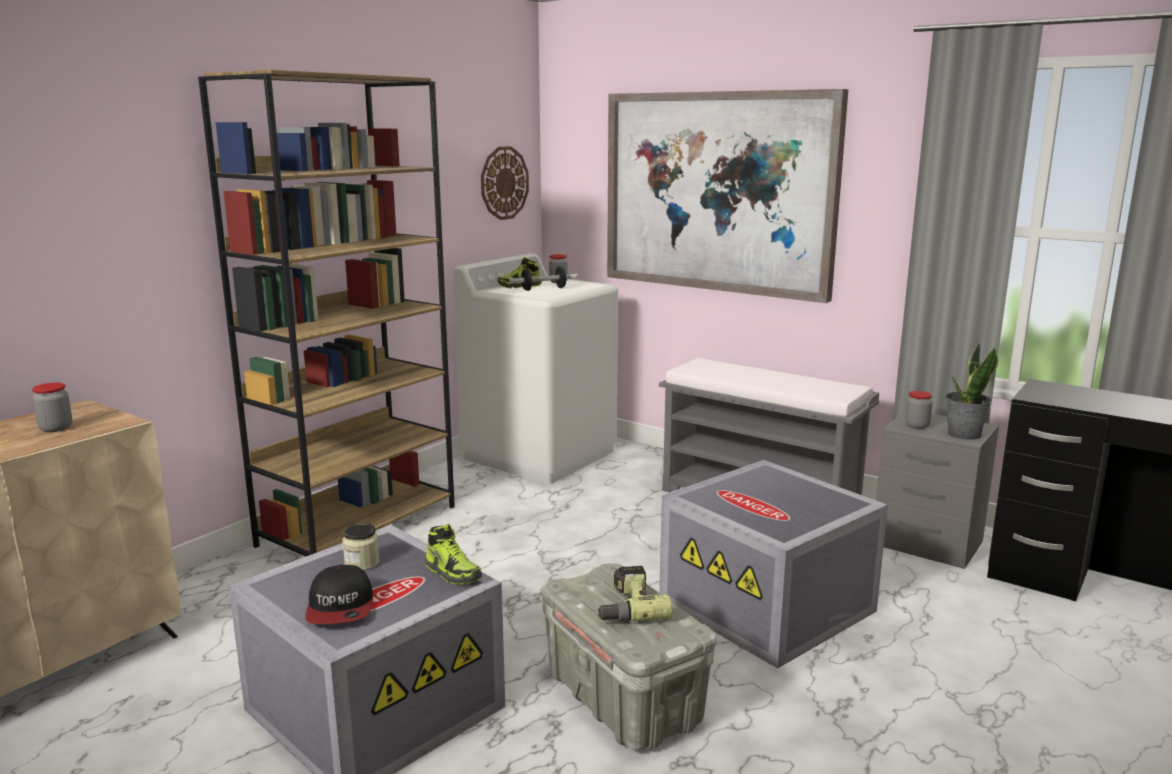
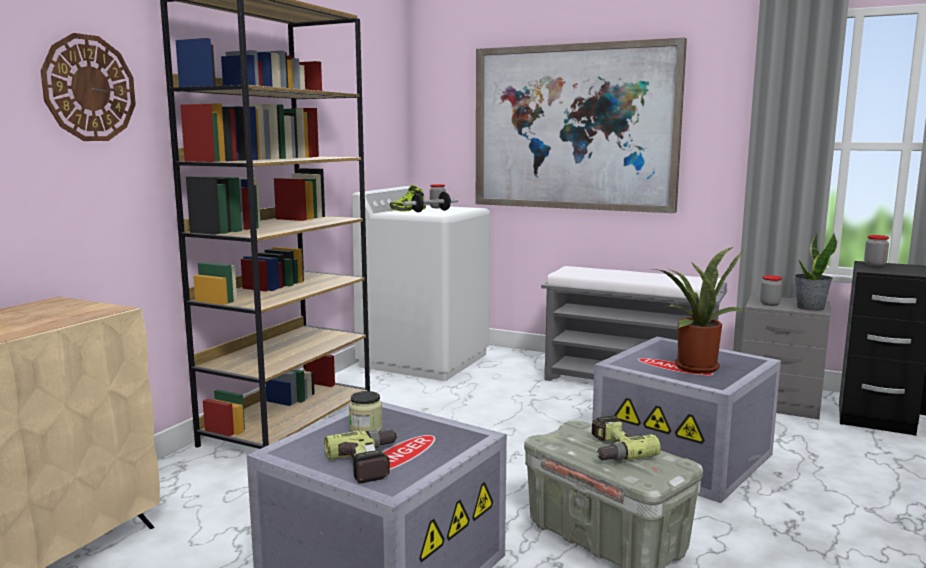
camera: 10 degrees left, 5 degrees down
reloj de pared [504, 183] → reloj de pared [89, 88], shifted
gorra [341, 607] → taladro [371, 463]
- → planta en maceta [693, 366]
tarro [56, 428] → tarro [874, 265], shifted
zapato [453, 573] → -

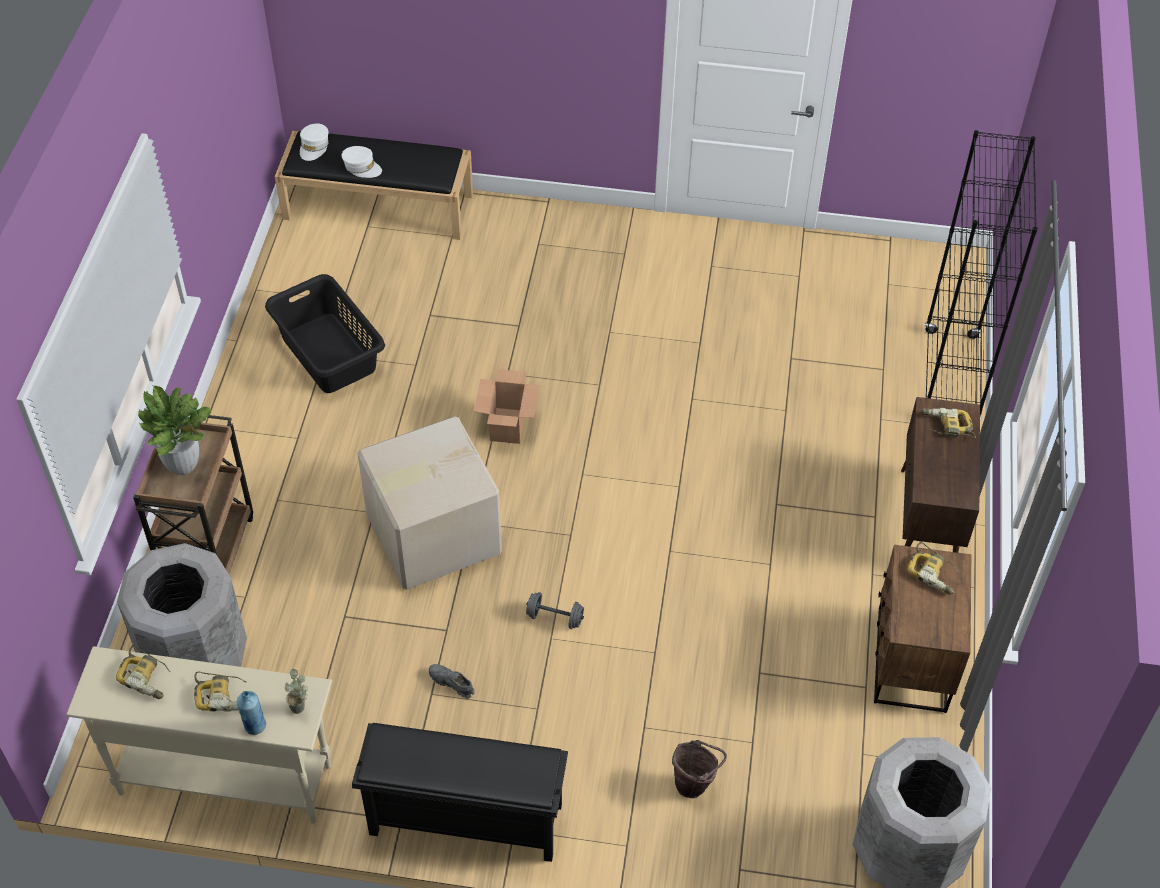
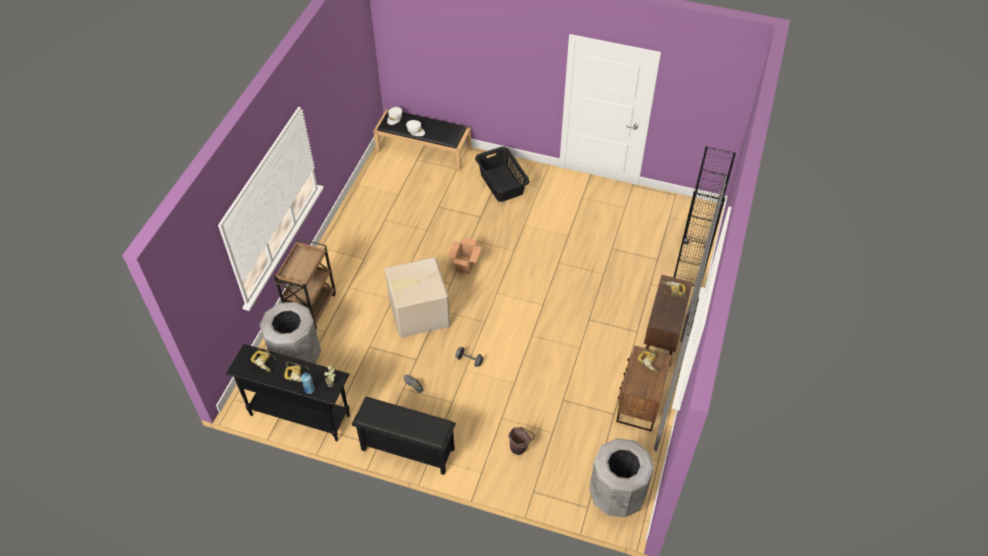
camera: 10 degrees right, 0 degrees up
mesa consola (beis) [224, 778] → mesa consola (negro) [299, 415]
cesto de la ropa (negro) [329, 352] → cesto de la ropa (negro) [502, 183], shifted
planta en maceta [183, 465] → -

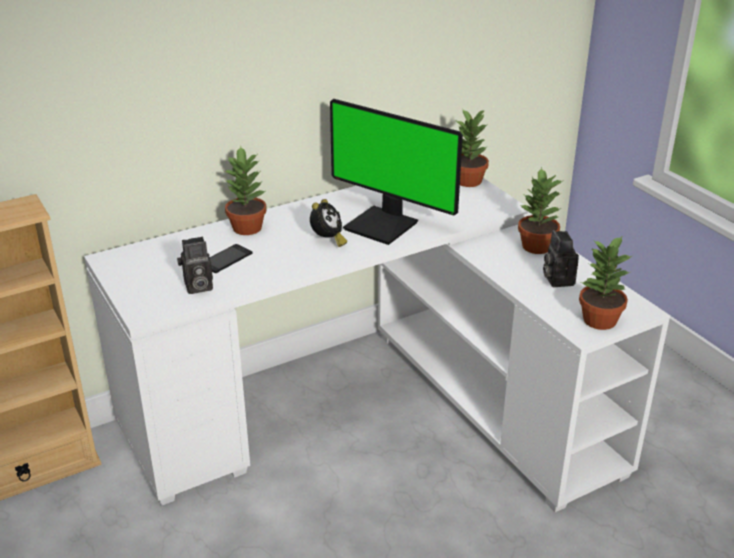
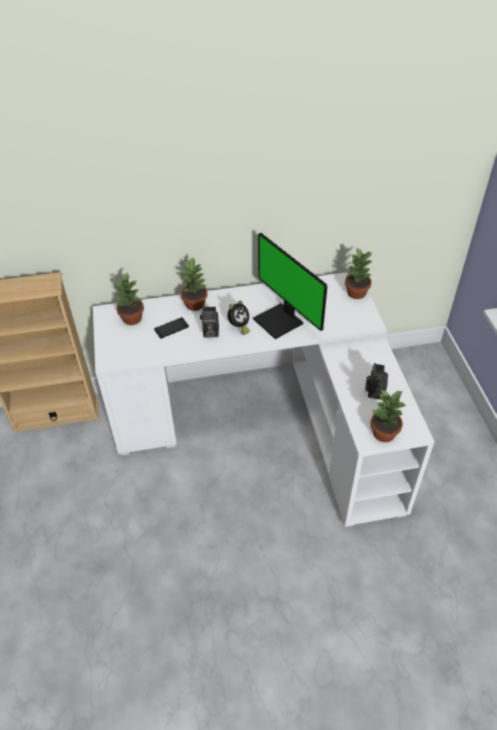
camera: 20 degrees right, 15 degrees up
planta en maceta [536, 247] → planta en maceta [131, 319], shifted
cámara [197, 287] → cámara [210, 333], shifted

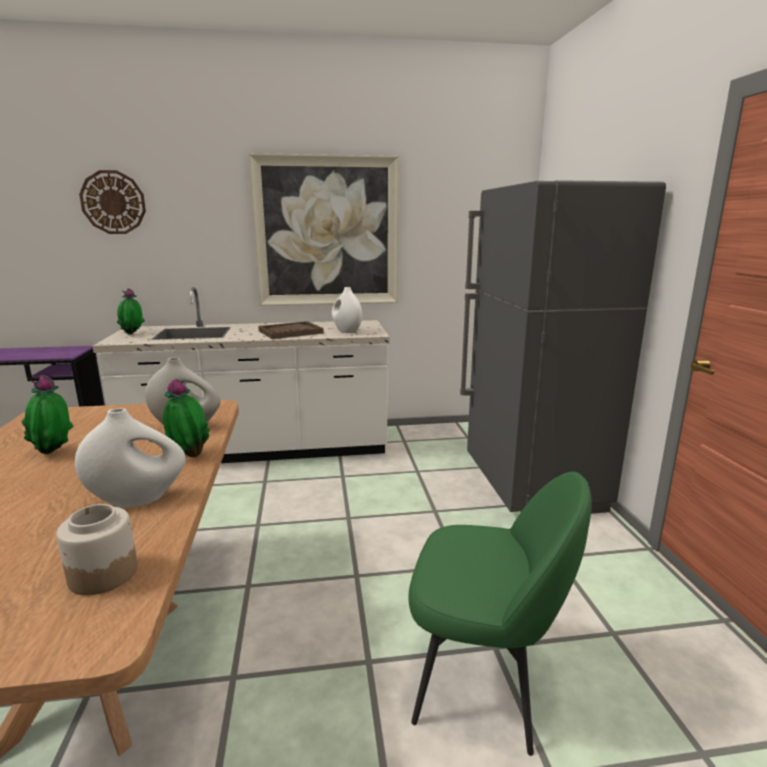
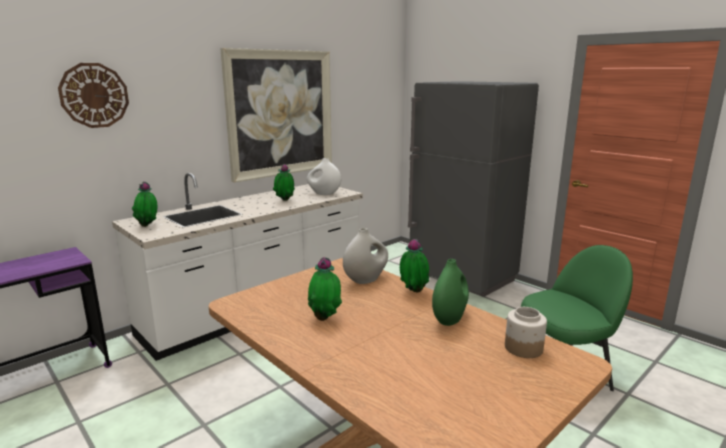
camera: 35 degrees left, 0 degrees up
bandeja (marrón) [290, 332] → planta en maceta [284, 201]
florero (blanco) [138, 499] → florero (verde) [449, 319]

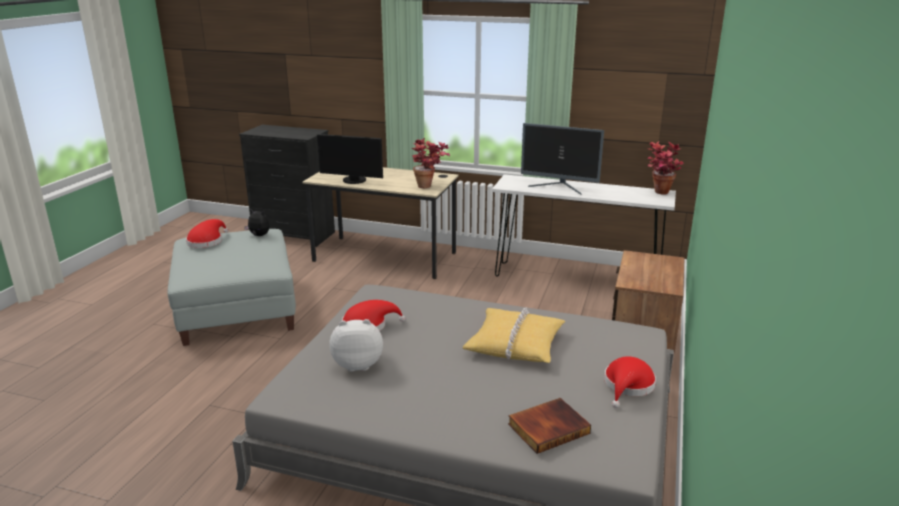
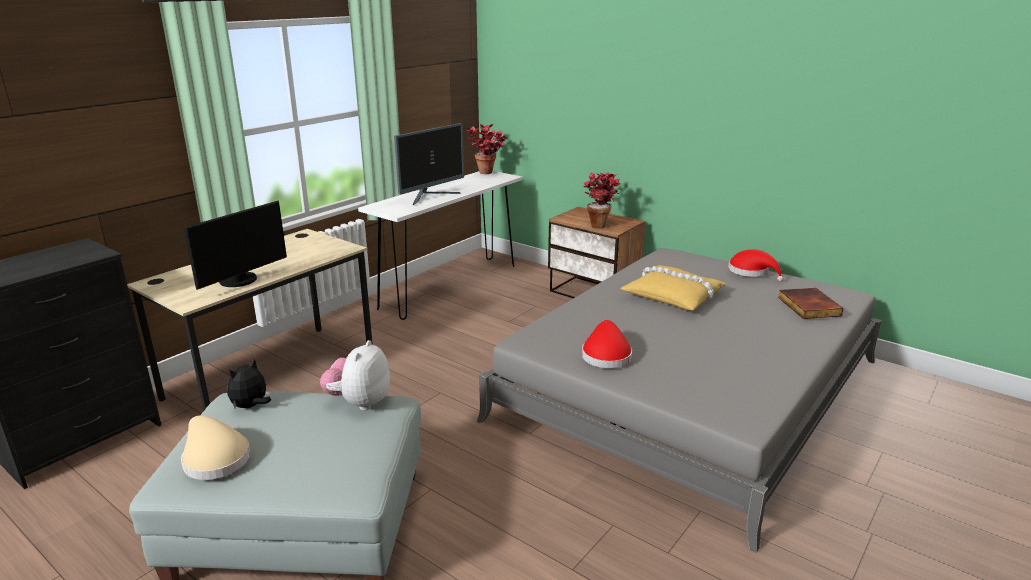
camera: 70 degrees left, 0 degrees up
sombrero (rojo) [207, 241] → sombrero (beis) [214, 458]
peluche [358, 364] → peluche [359, 402], shifted
planta en maceta [429, 187] → planta en maceta [600, 224], shifted

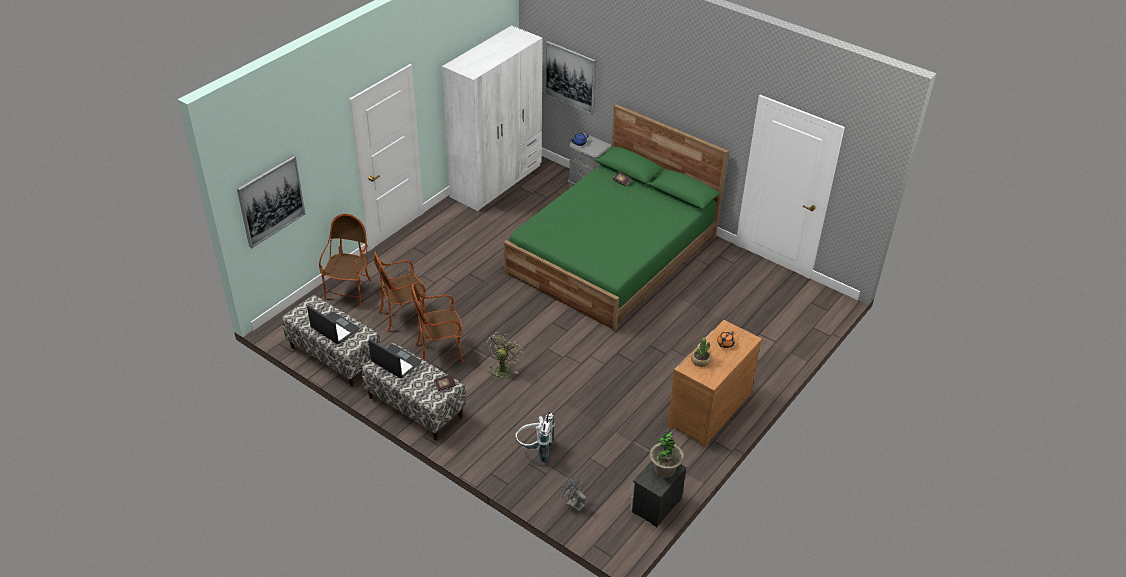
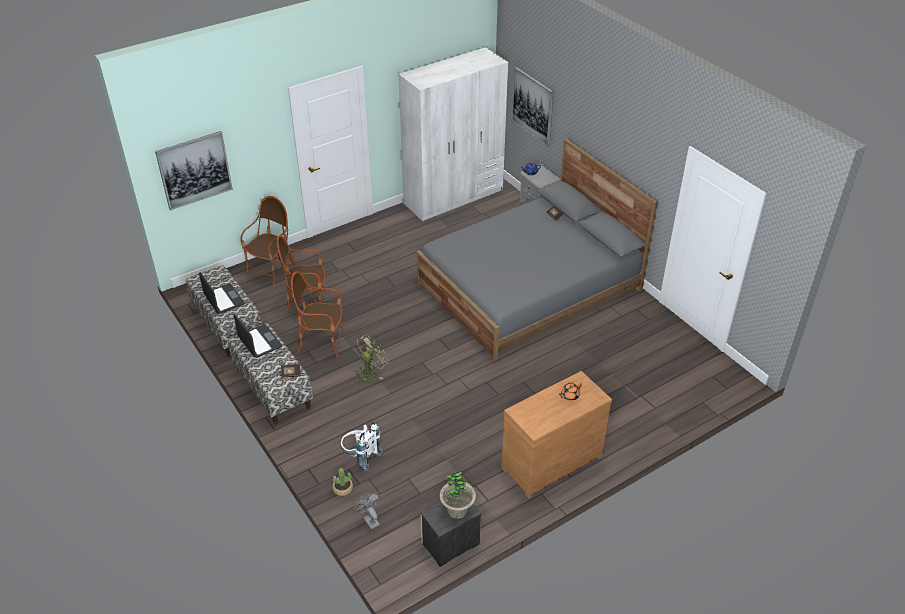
camera: 20 degrees right, 0 degrees up
planta en maceta [700, 360] → planta en maceta [343, 489], shifted
cama (verde) [613, 255] → cama (gris) [530, 287]

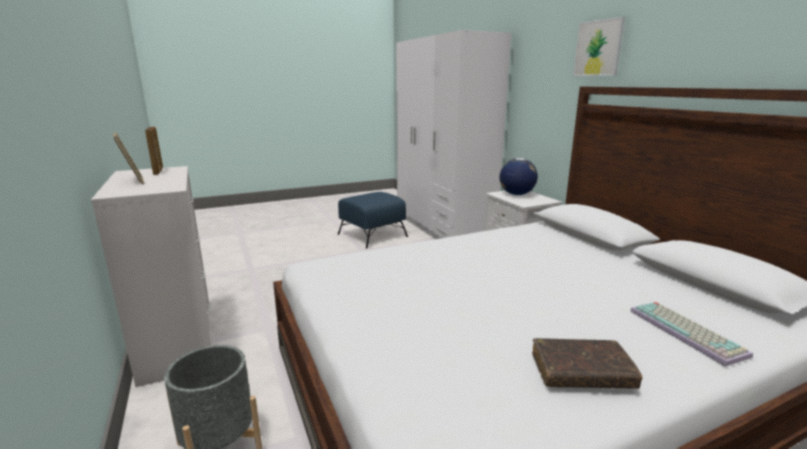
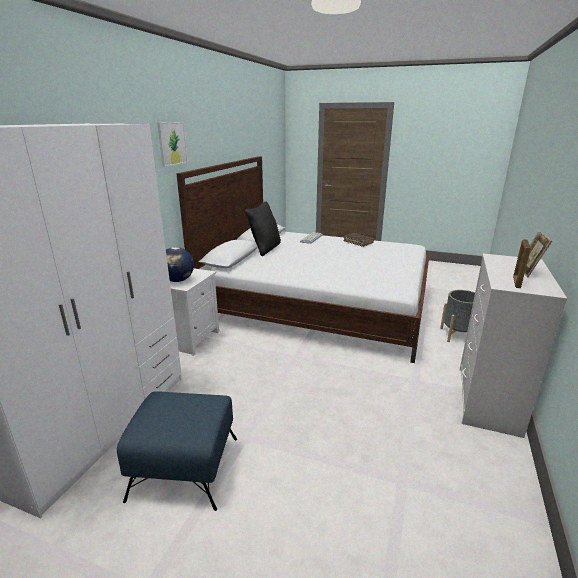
camera: 135 degrees left, 5 degrees up
- → cojín (negro) [264, 249]

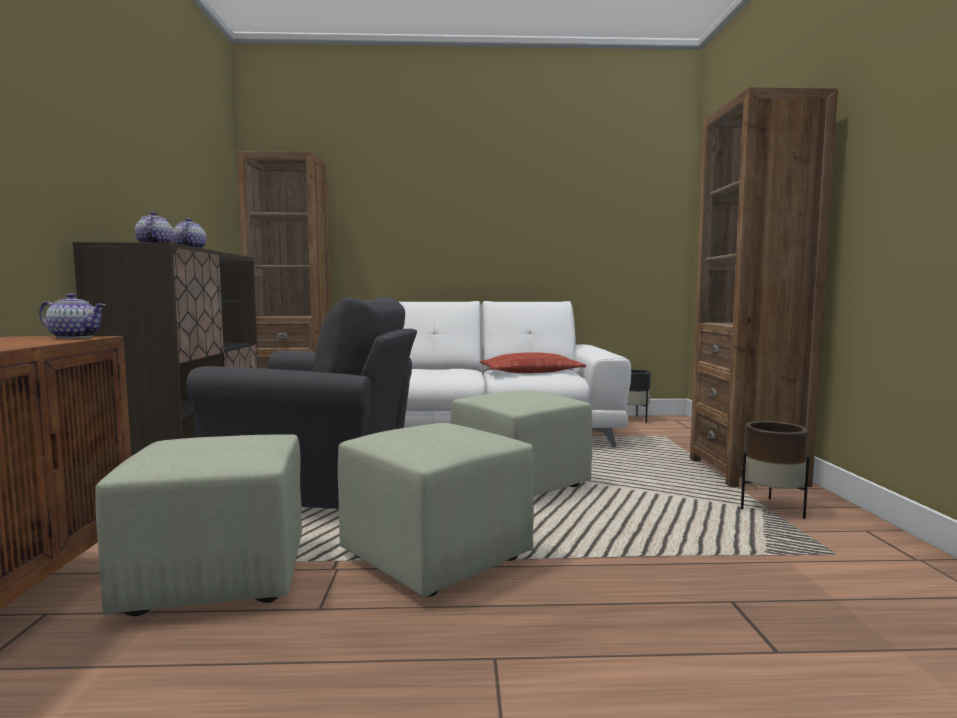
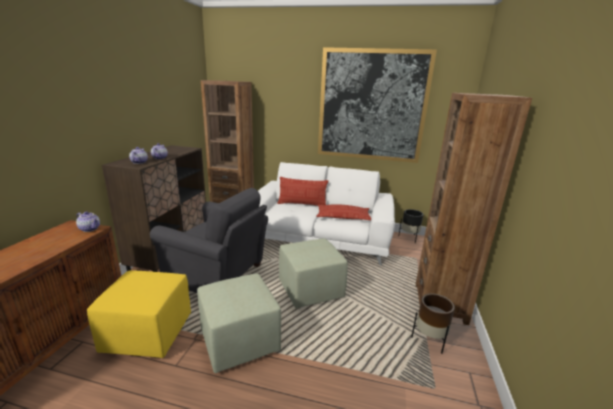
camera: 15 degrees right, 15 degrees up
puf (verde) [214, 578] → puf (amarillo) [147, 334]
- → cojín [302, 204]
- → cuadro [372, 106]

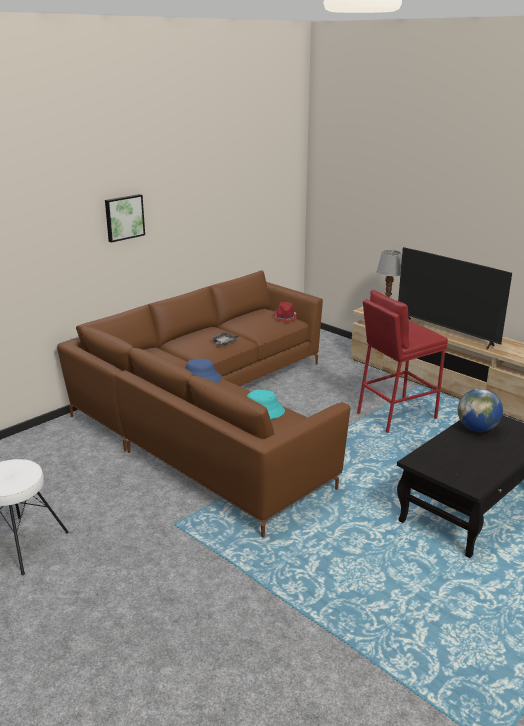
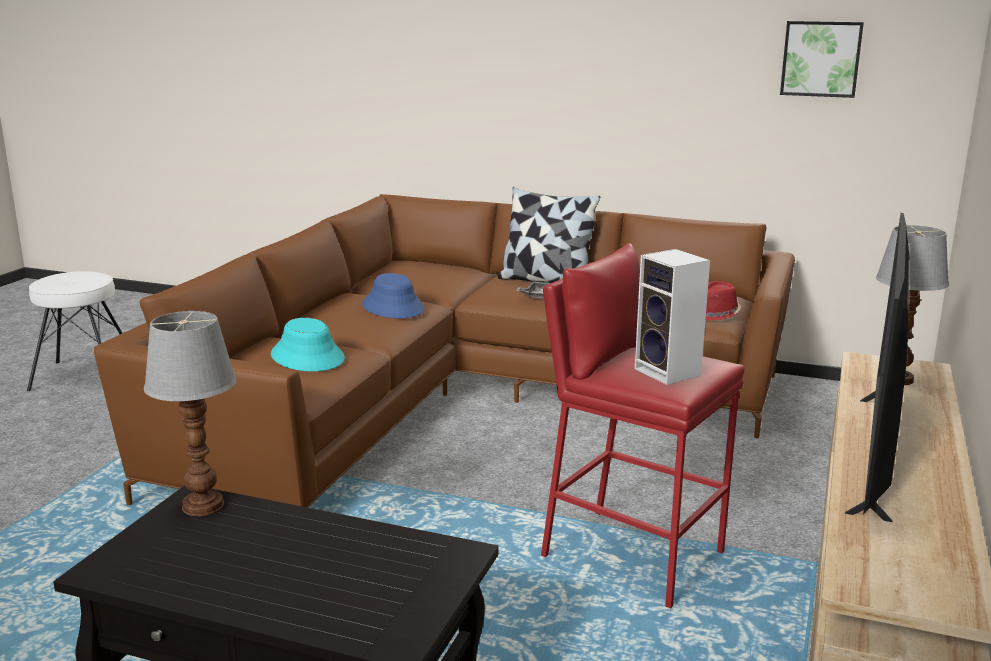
camera: 65 degrees right, 5 degrees down
- → lámpara de mesa [204, 505]
- → cojín [546, 281]
- → altavoz [670, 372]
cuadro [124, 217] → cuadro [821, 58], shifted
globo terráqueo [477, 429] → -

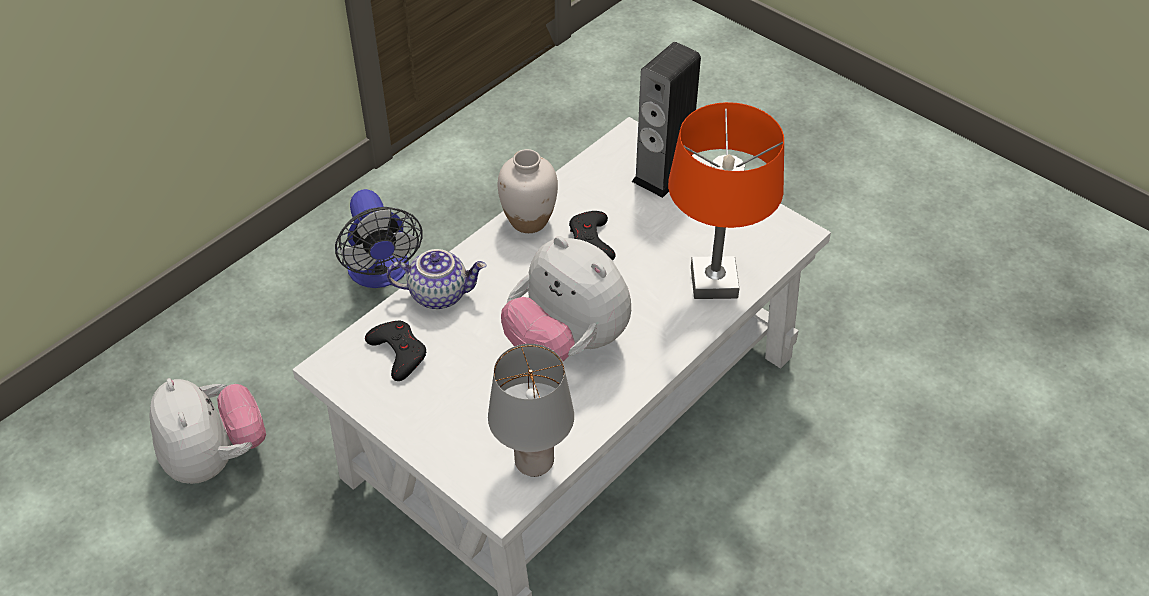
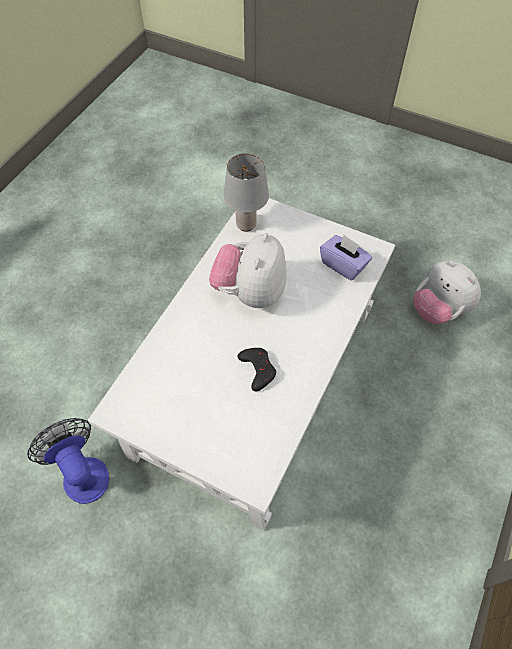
camera: 165 degrees right, 10 degrees up
ventilador [381, 273] → ventilador [82, 472], shifted
peluche [566, 343] → peluche [250, 292], 105 degrees counterclockwise
mando de consola (negro) [398, 353] → caja de pañuelos (morado) [343, 265]
tetera [439, 293] → -
florero (blanco) [529, 221] → -
altavoz [663, 174] → -
lámpara de mesa (naranja) [714, 282] → -

